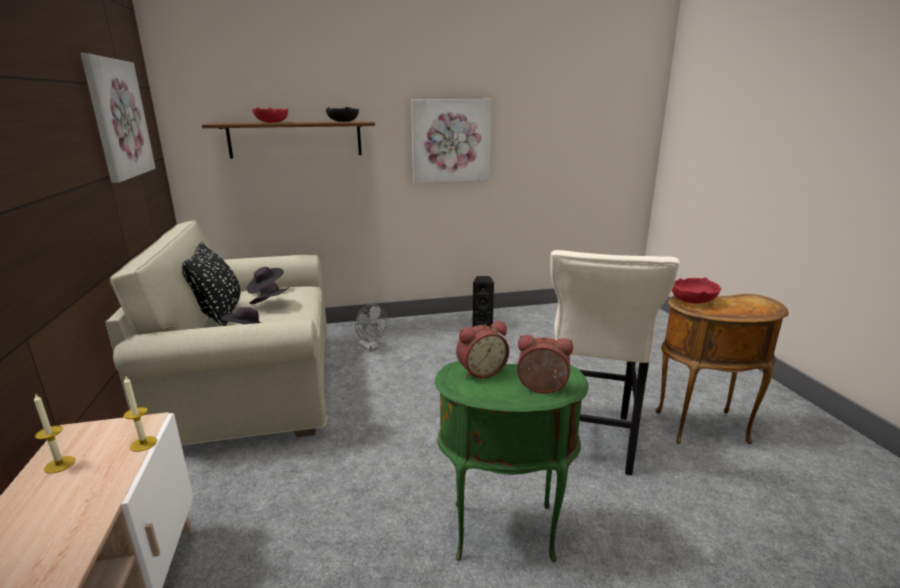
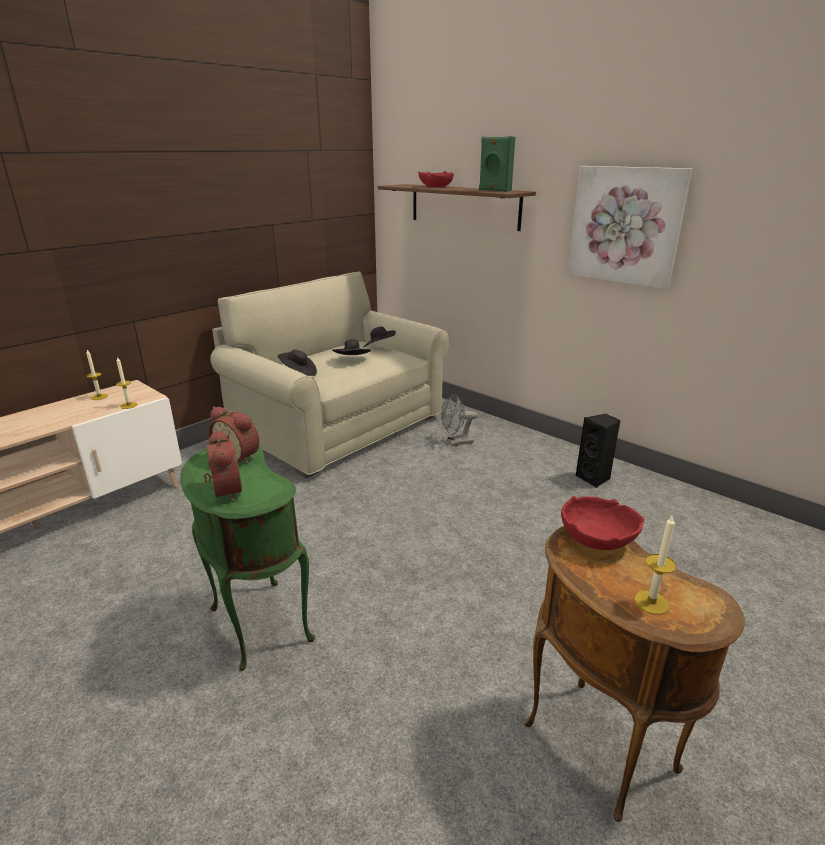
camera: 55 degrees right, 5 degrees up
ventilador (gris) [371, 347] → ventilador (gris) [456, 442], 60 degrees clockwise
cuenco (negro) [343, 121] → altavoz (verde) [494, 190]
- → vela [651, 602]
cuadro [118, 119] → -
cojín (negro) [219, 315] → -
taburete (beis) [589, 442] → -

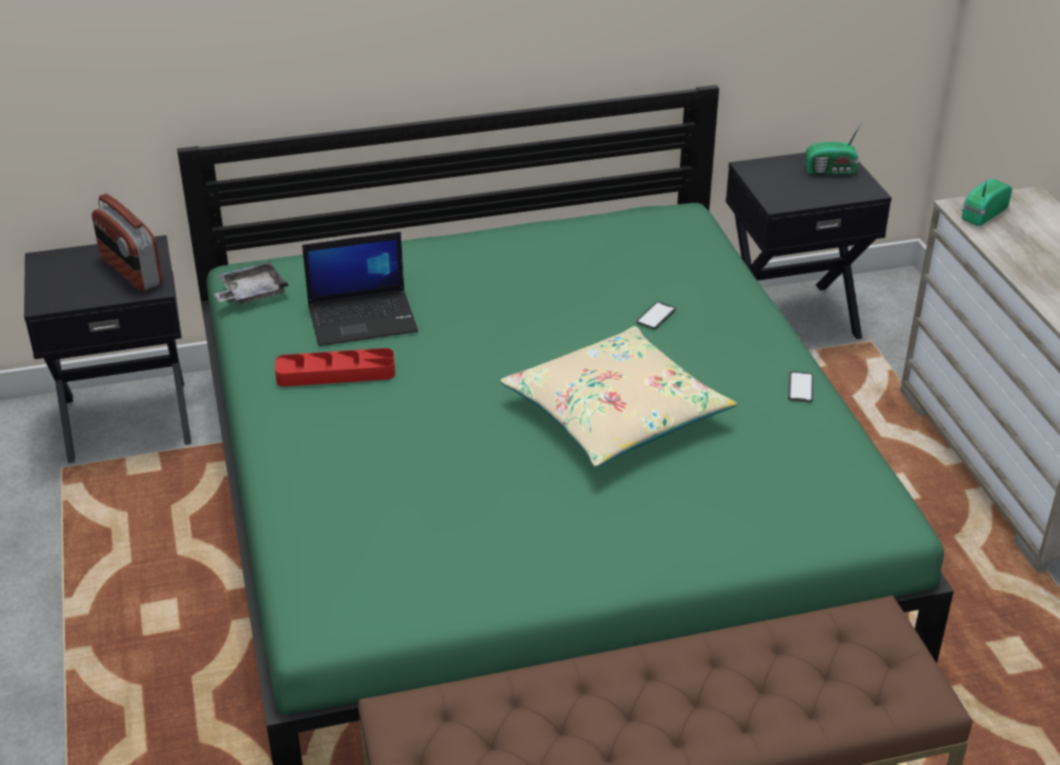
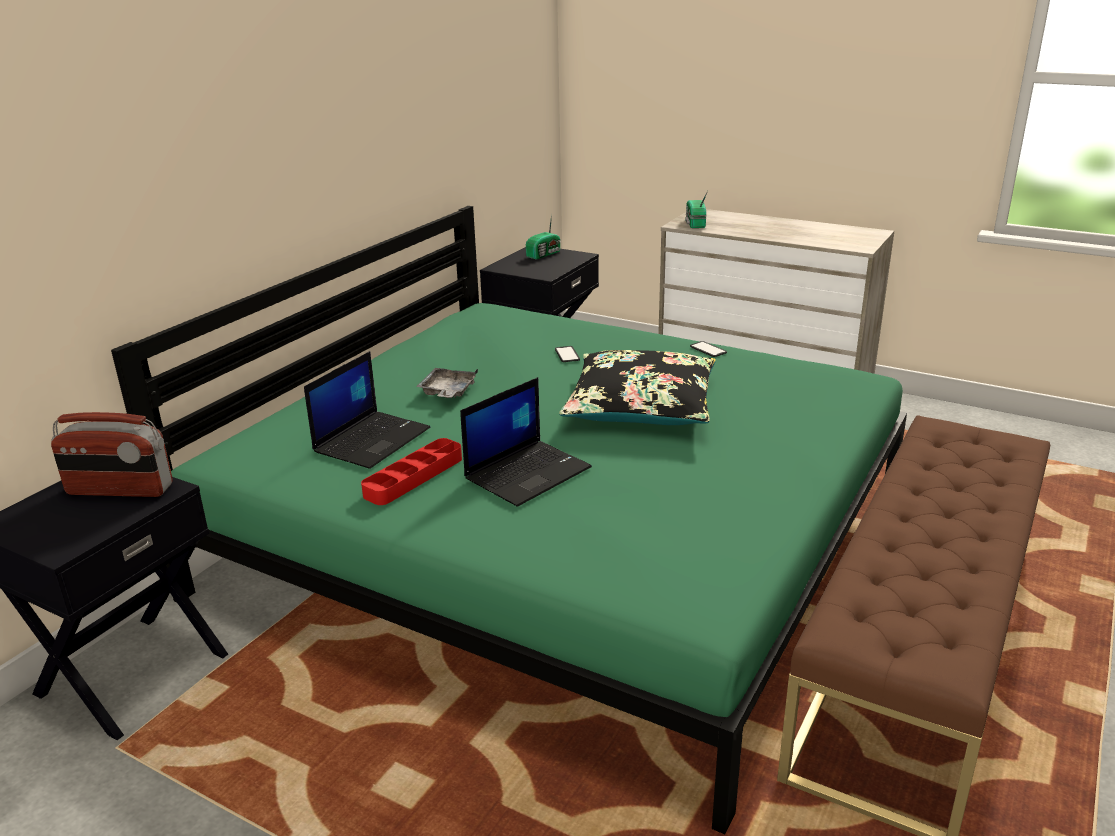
camera: 45 degrees left, 10 degrees down
bandeja (gris) [251, 293] → bandeja (gris) [448, 392], shifted
- → portátil [528, 472]
cojín (beis) [615, 414] → cojín (negro) [641, 406]

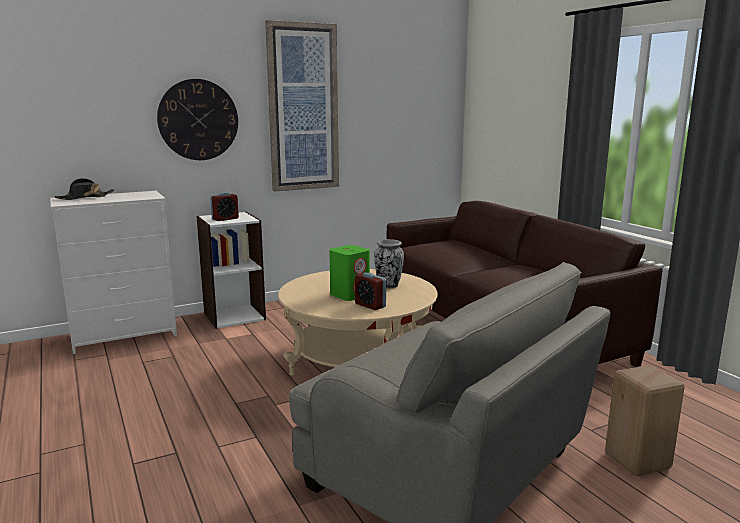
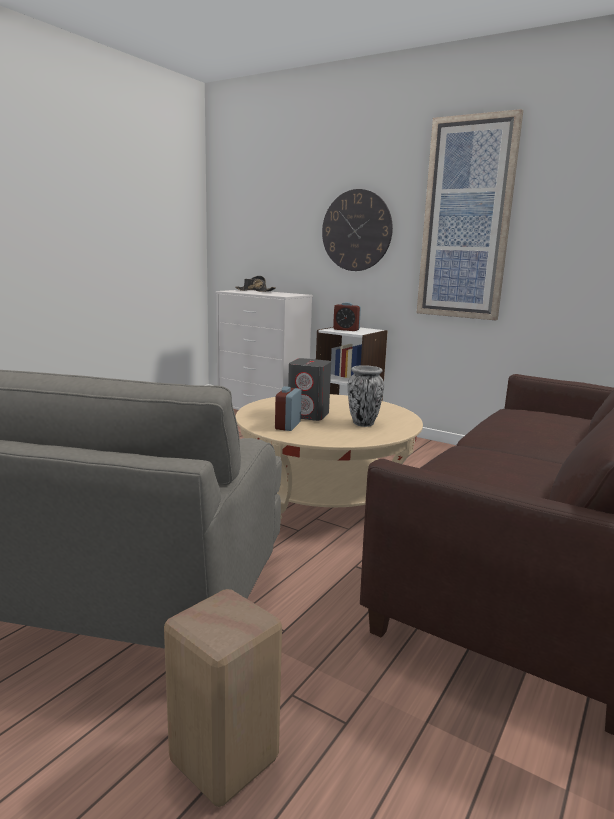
camera: 60 degrees right, 0 degrees up
altavoz (verde) [350, 295] → altavoz (gris) [309, 415]

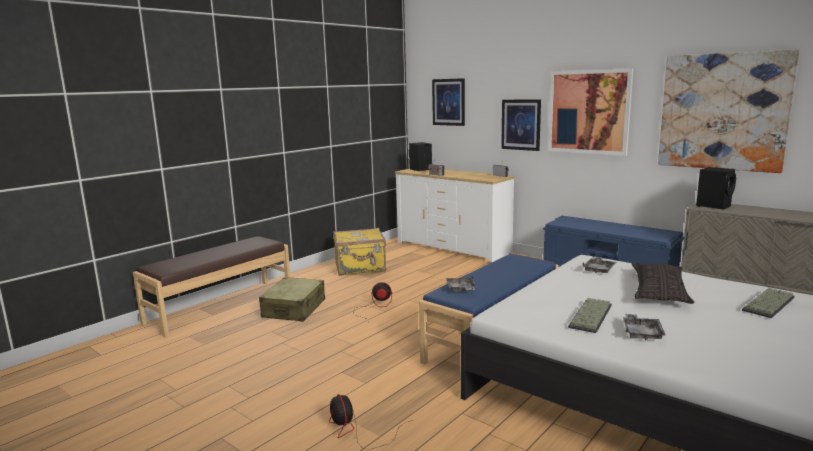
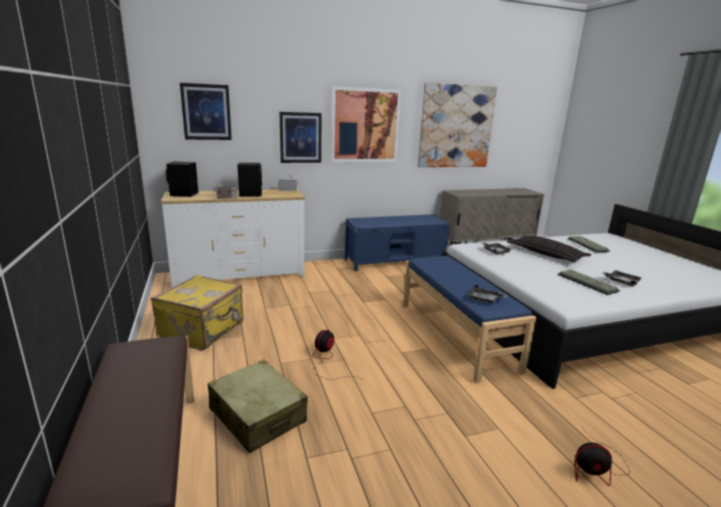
camera: 60 degrees left, 5 degrees up
altavoz (negro) [714, 205] → altavoz (negro) [250, 194], shifted

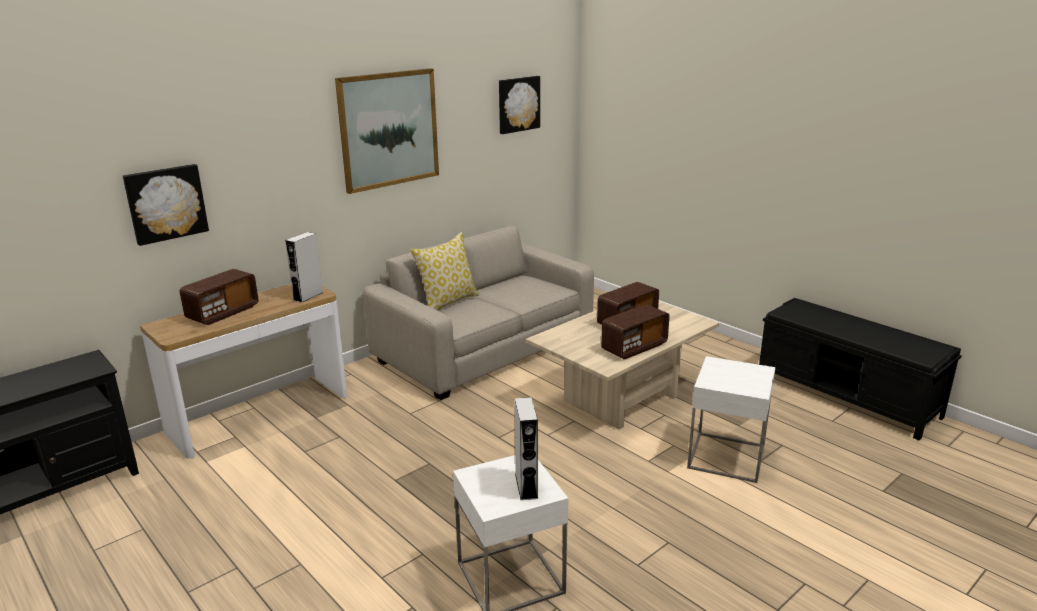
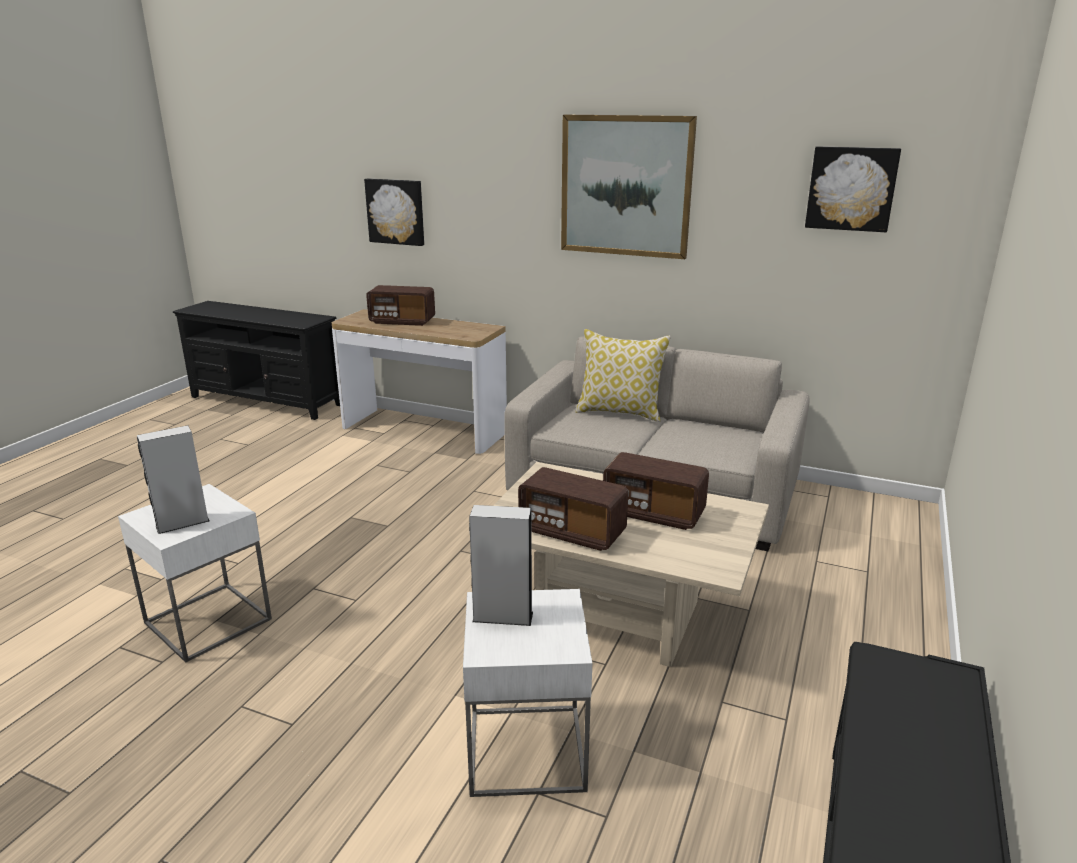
camera: 65 degrees right, 0 degrees up
altavoz (gris) [308, 296] → altavoz (gris) [502, 616], shifted

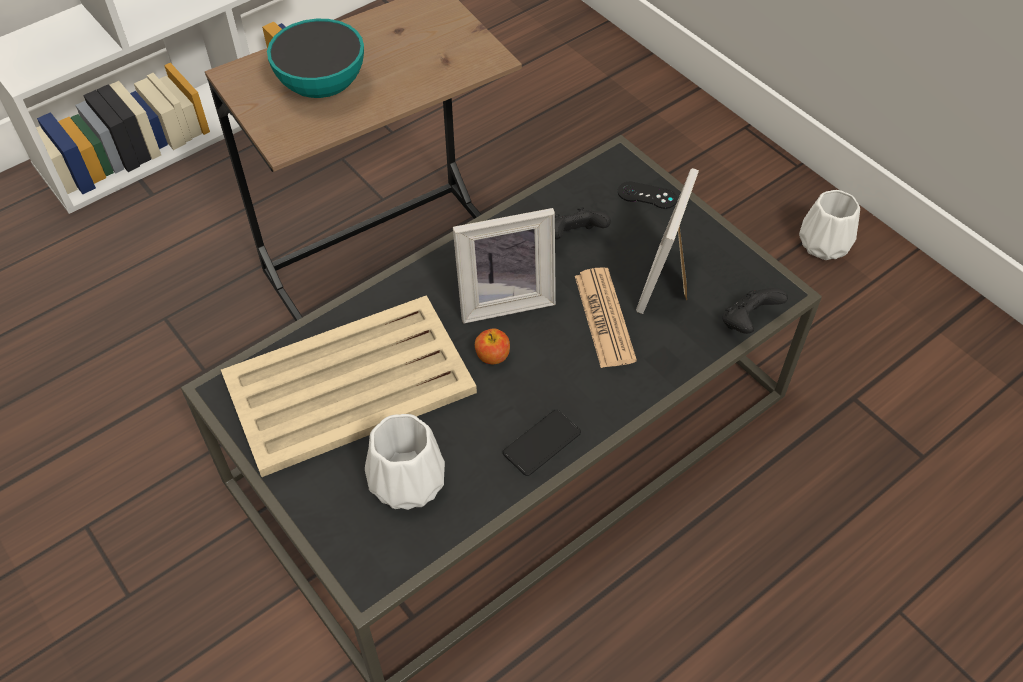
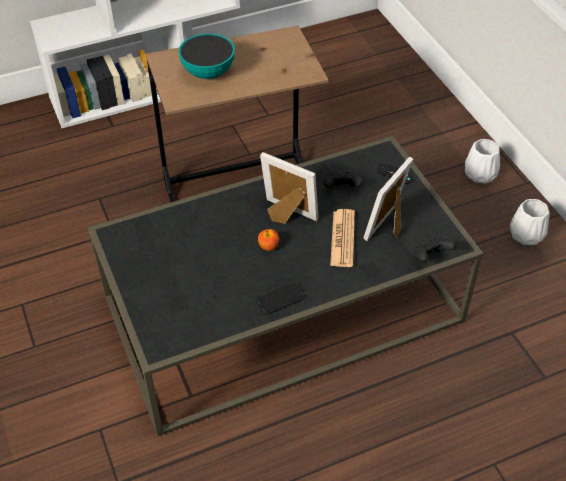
camera: 15 degrees right, 5 degrees down
portarretratos [504, 298] → portarretratos [287, 216], 150 degrees counterclockwise
florero (blanco) [409, 481] → florero (blanco) [481, 174], shifted
bandeja (beis) [351, 384] → -

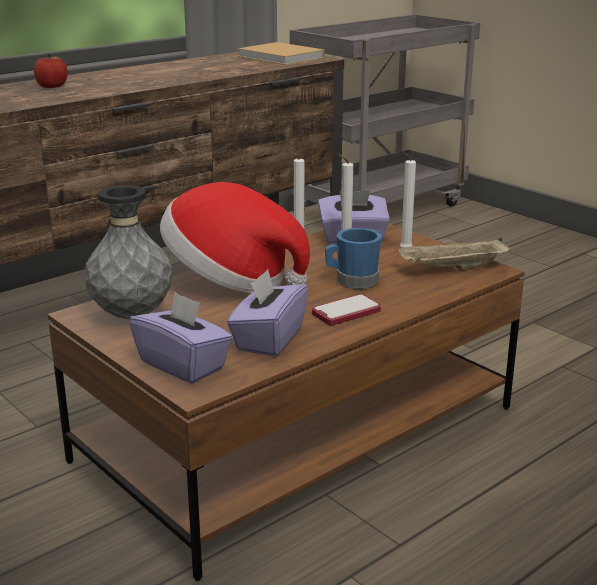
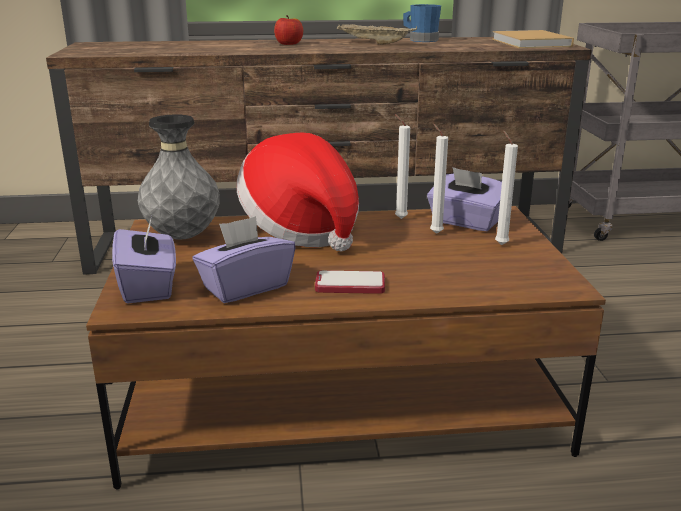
camera: 35 degrees right, 0 degrees up
bandeja (beis) [452, 269] → bandeja (beis) [374, 43], shifted
taza grande (azul) [352, 281] → taza grande (azul) [420, 40], shifted

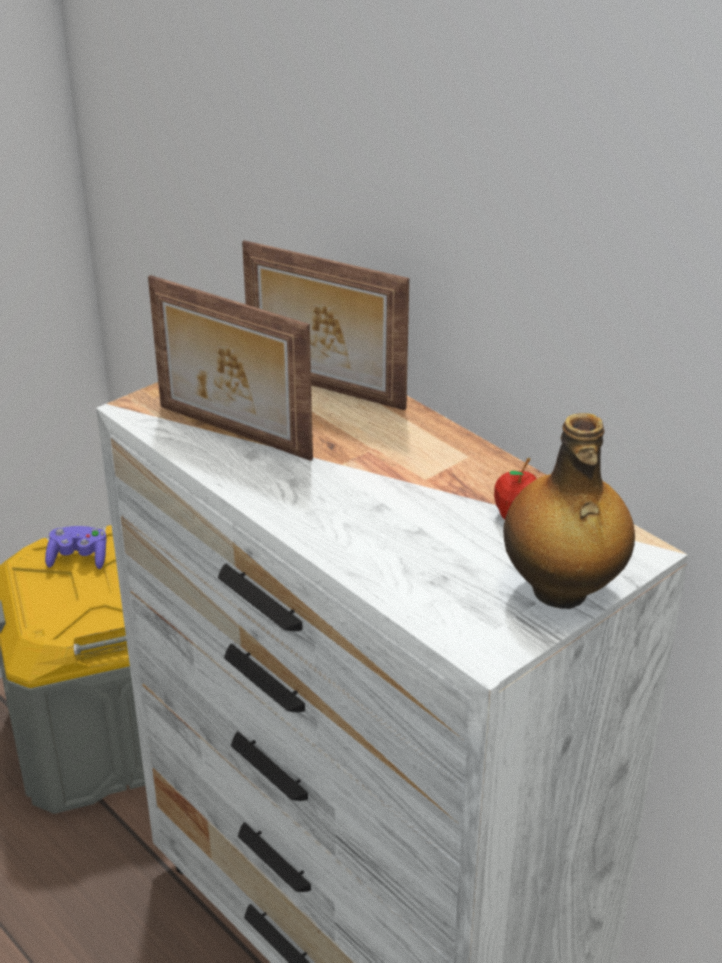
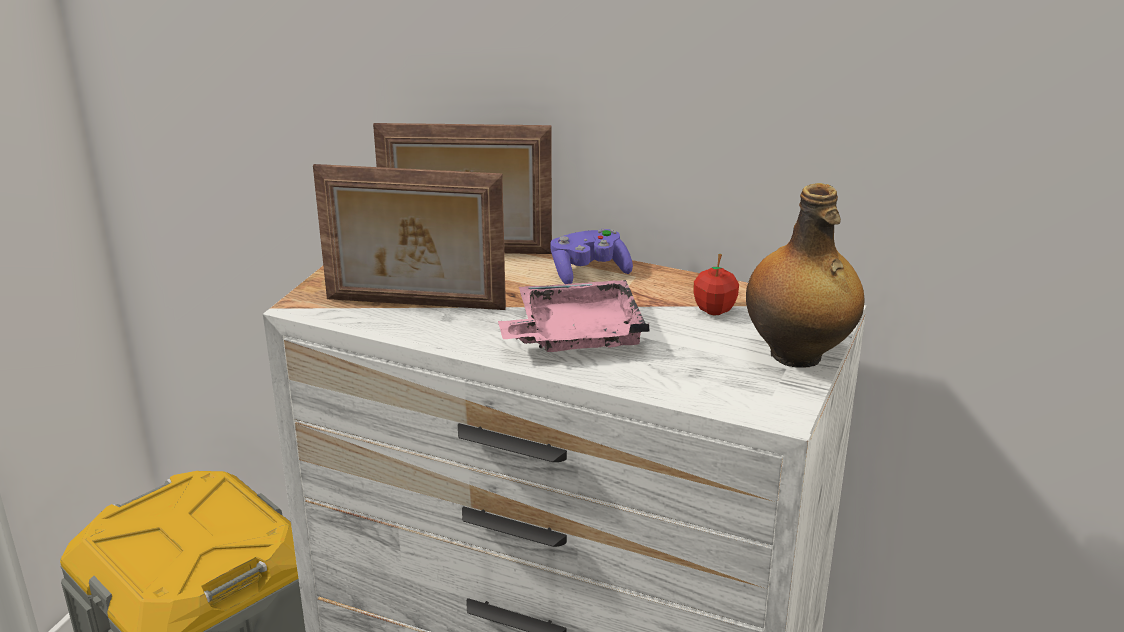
camera: 25 degrees left, 5 degrees down
- → bandeja (rosa) [575, 334]
mando de consola (morado) [79, 558] → mando de consola (morado) [589, 272], shifted

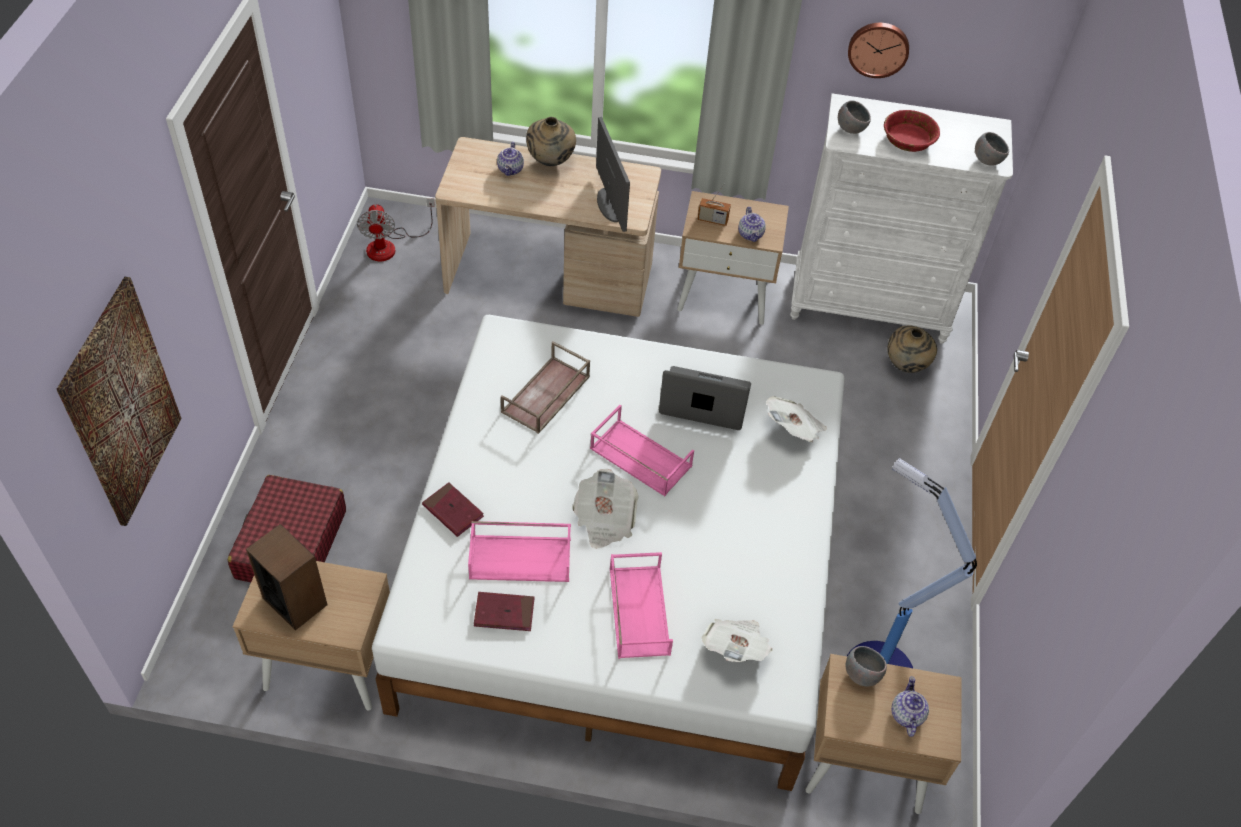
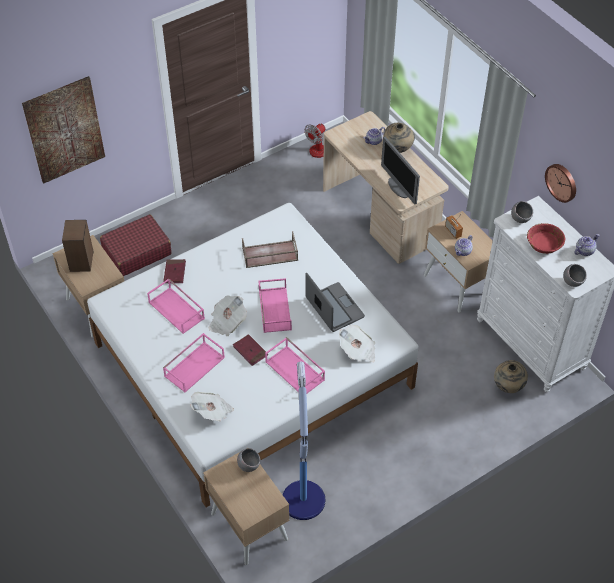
camera: 50 degrees right, 0 degrees up
libro (rojo) [504, 613] → libro (rojo) [250, 351], shifted
- → bandeja (rosa) [295, 371]
monitor [609, 205] → monitor [398, 188], 120 degrees clockwise
tetera [906, 714] → tetera [584, 250], shifted

